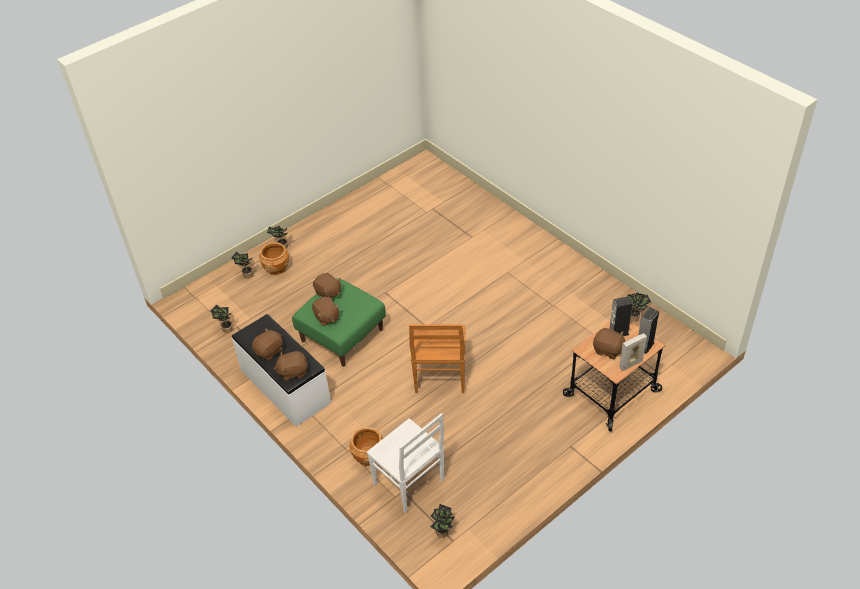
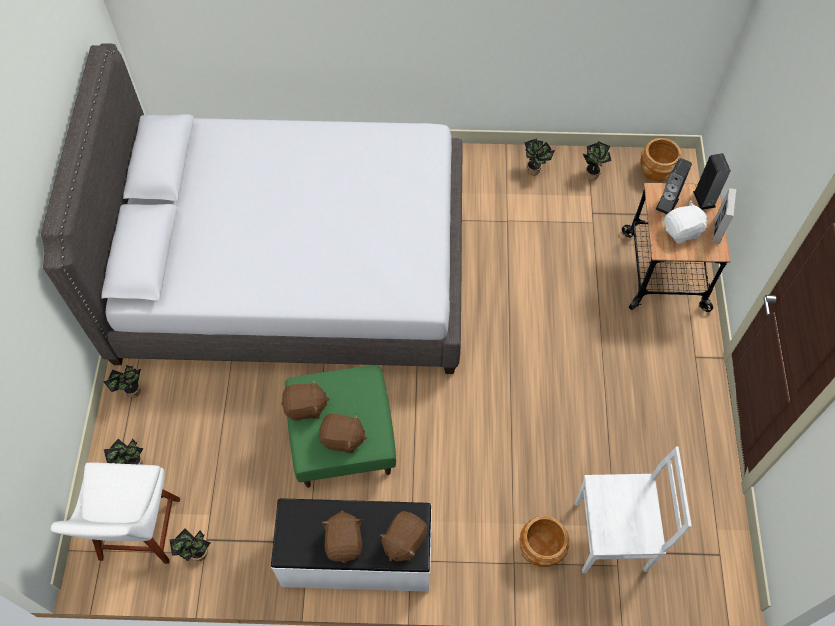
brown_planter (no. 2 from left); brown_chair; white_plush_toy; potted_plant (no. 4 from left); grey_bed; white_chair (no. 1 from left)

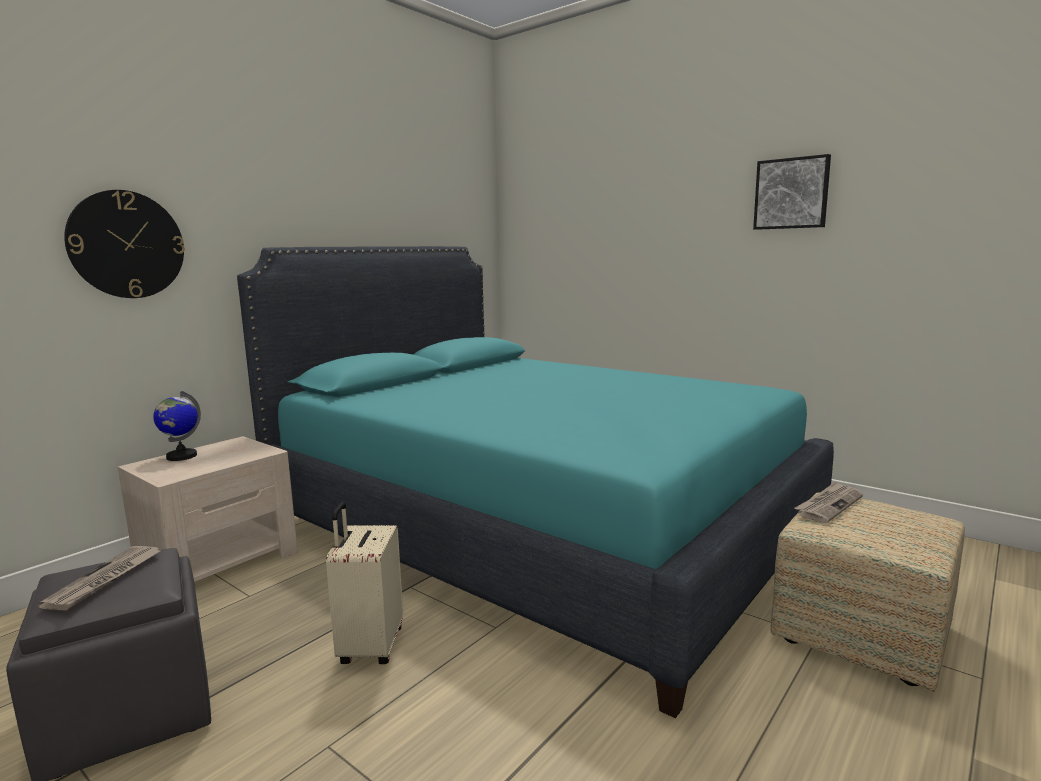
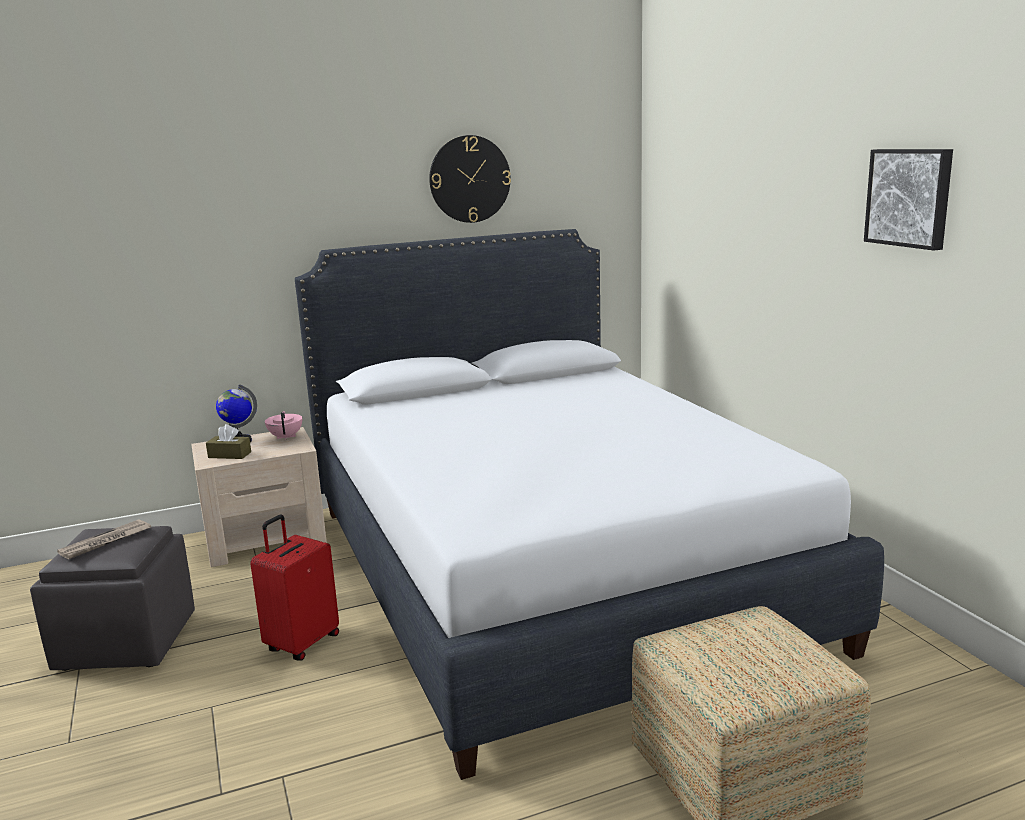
wall_clock; white_bed; newspaper (no. 2 from left in the first image); red_suitcase; pink_teapot; brown_tissue_box

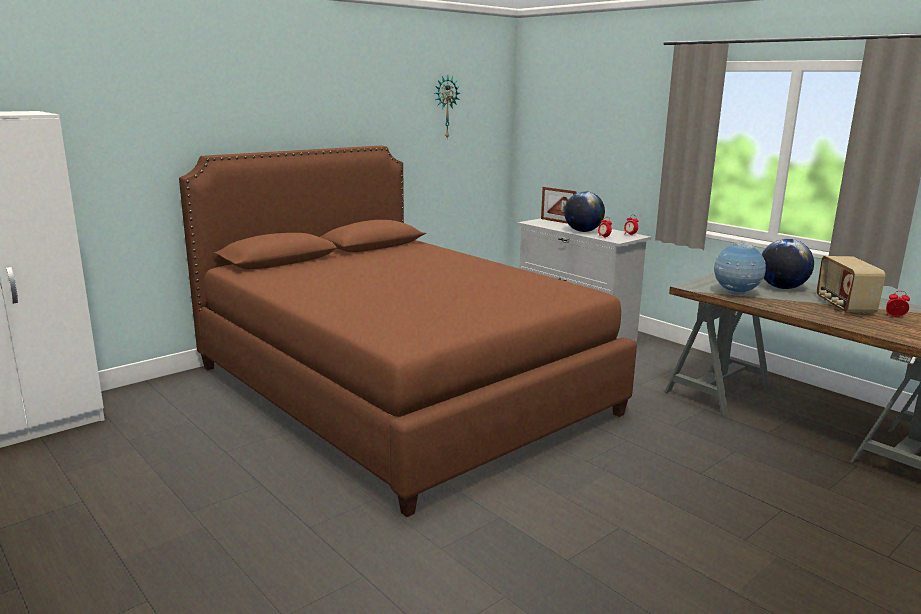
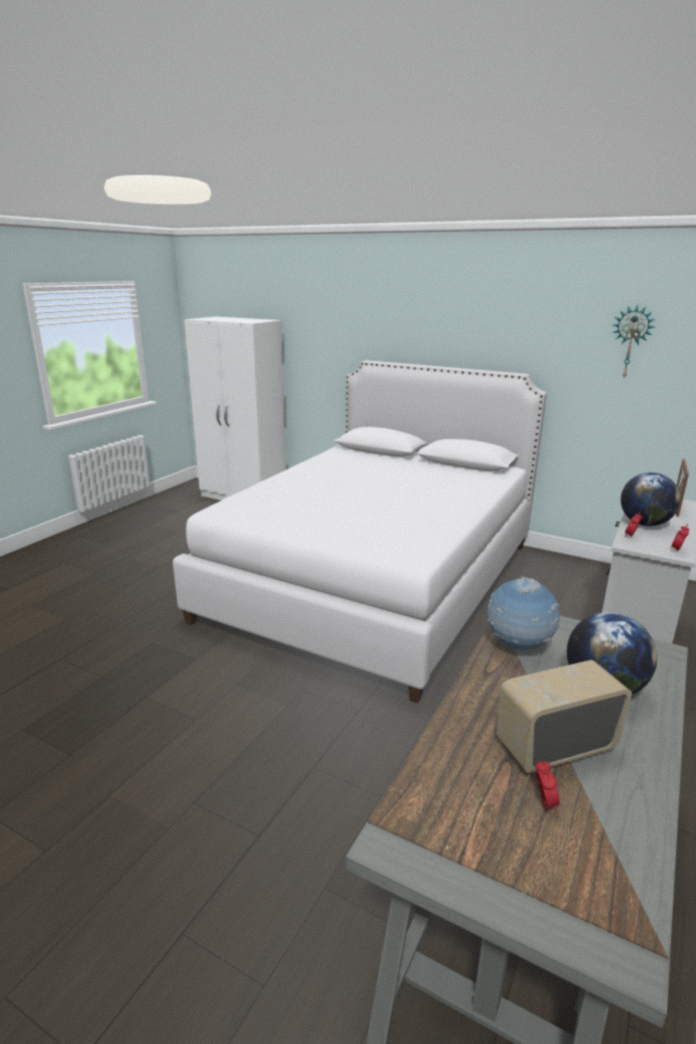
white_bed

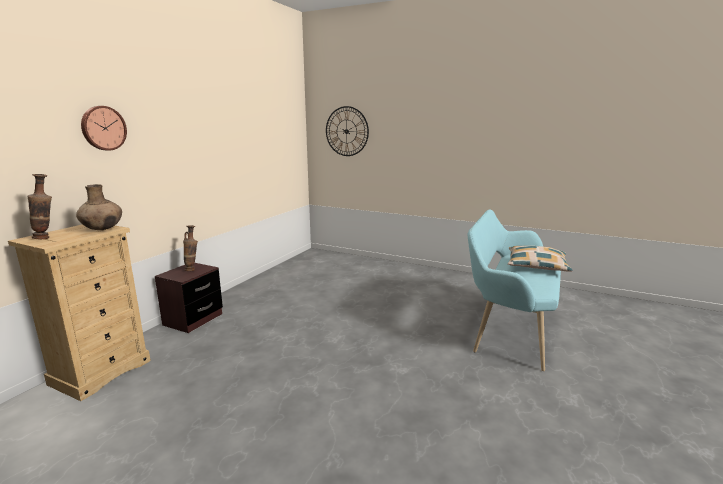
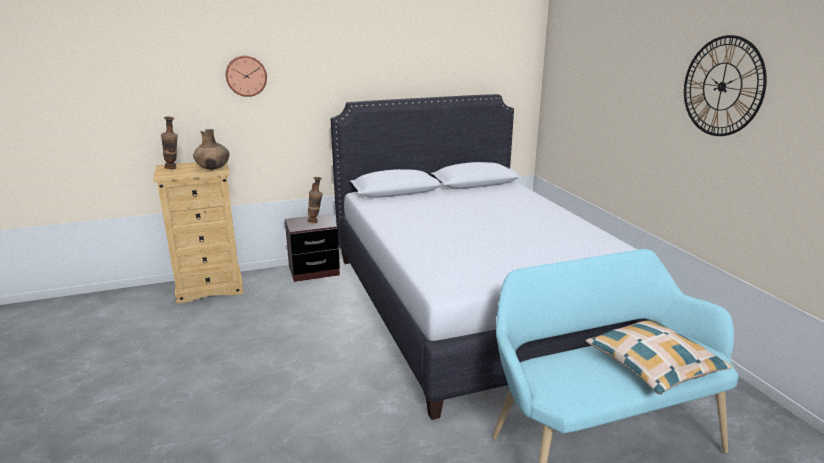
wall_clock (no. 2 from left); white_bed

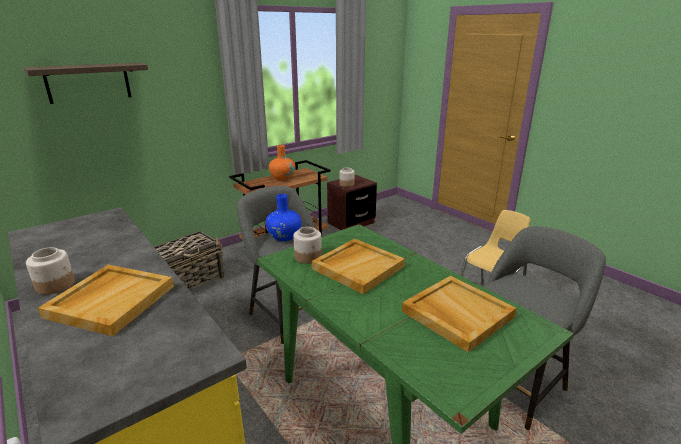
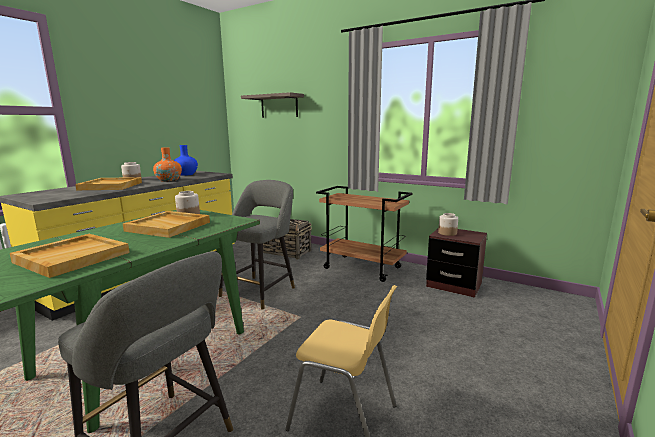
orange_vase; blue_vase

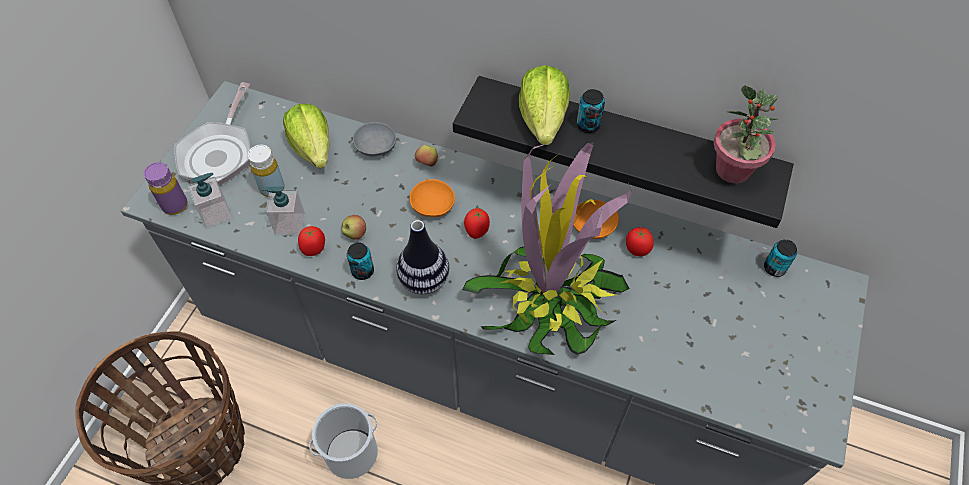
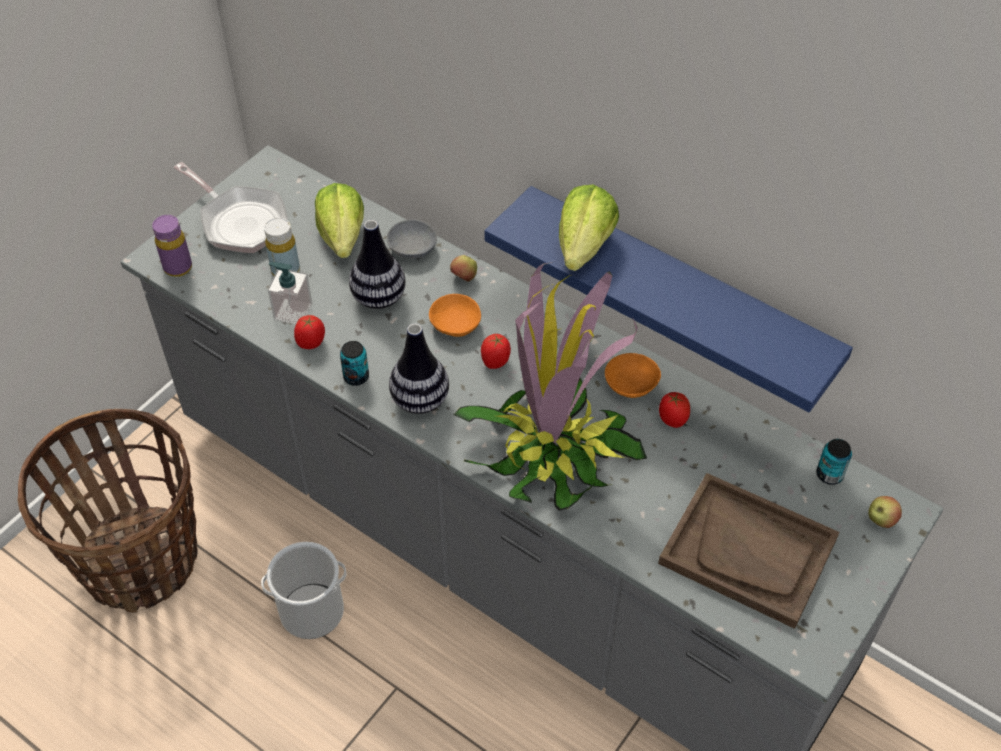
blue_shelf; frying_pan; potted_plant (no. 2 from left in the first image); can (no. 2 from left in the first image); soap_dispenser (no. 1 from left in the first image); apple (no. 2 from left); vase (no. 1 from left); brown_tray

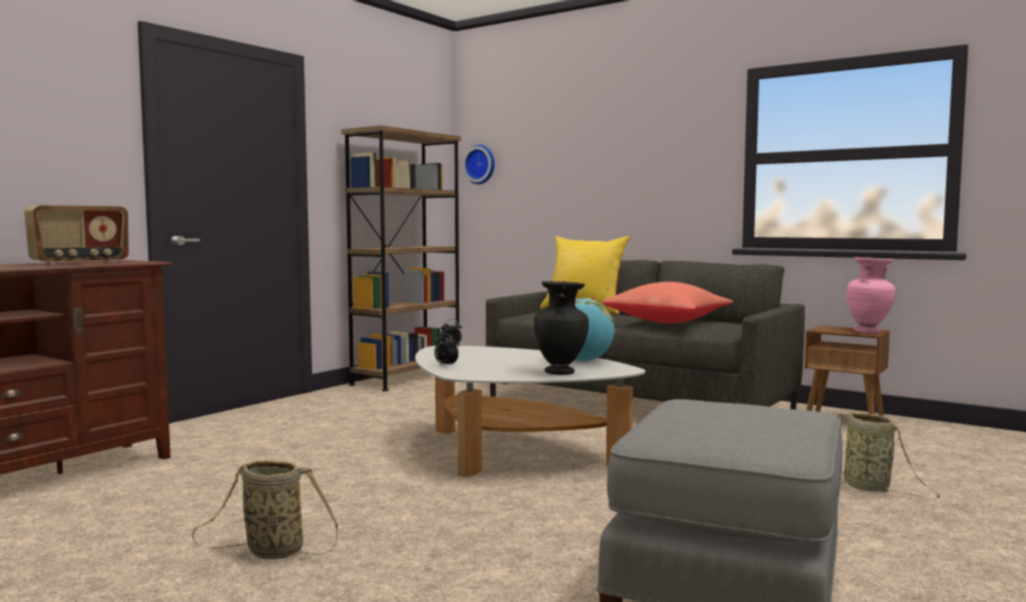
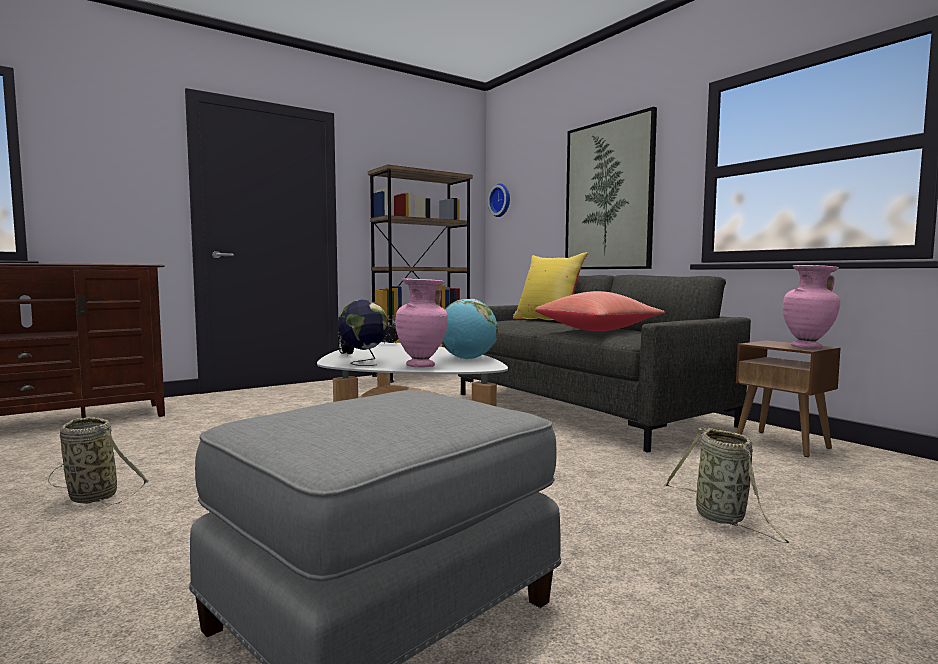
radio; pink_vase (no. 1 from left); picture; globe (no. 1 from left)

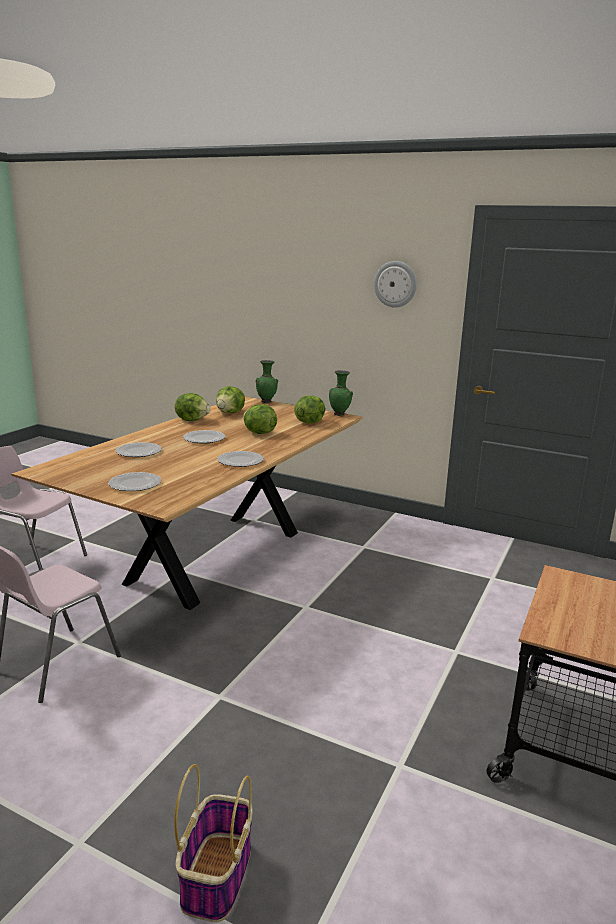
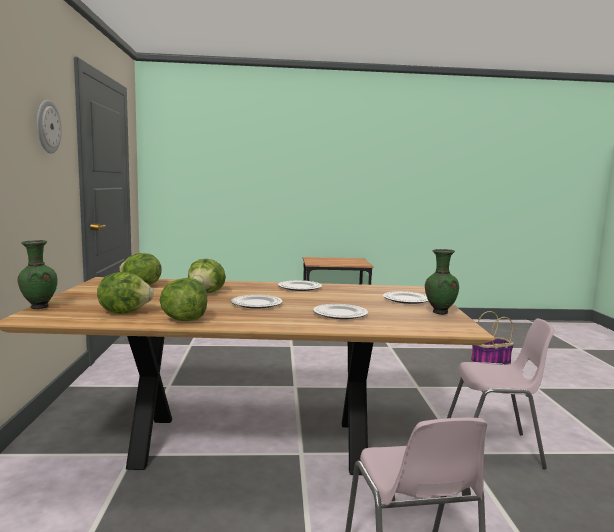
green_vase (no. 2 from left)

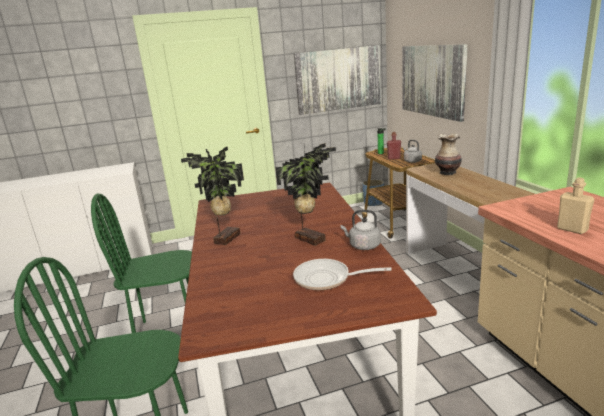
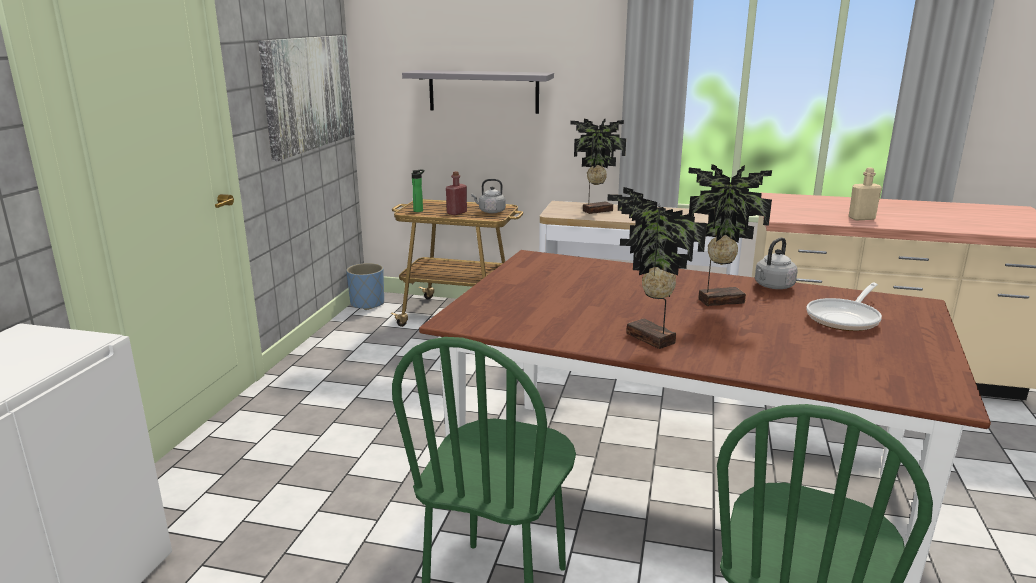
grey_shelf; potted_plant (no. 1 from left)

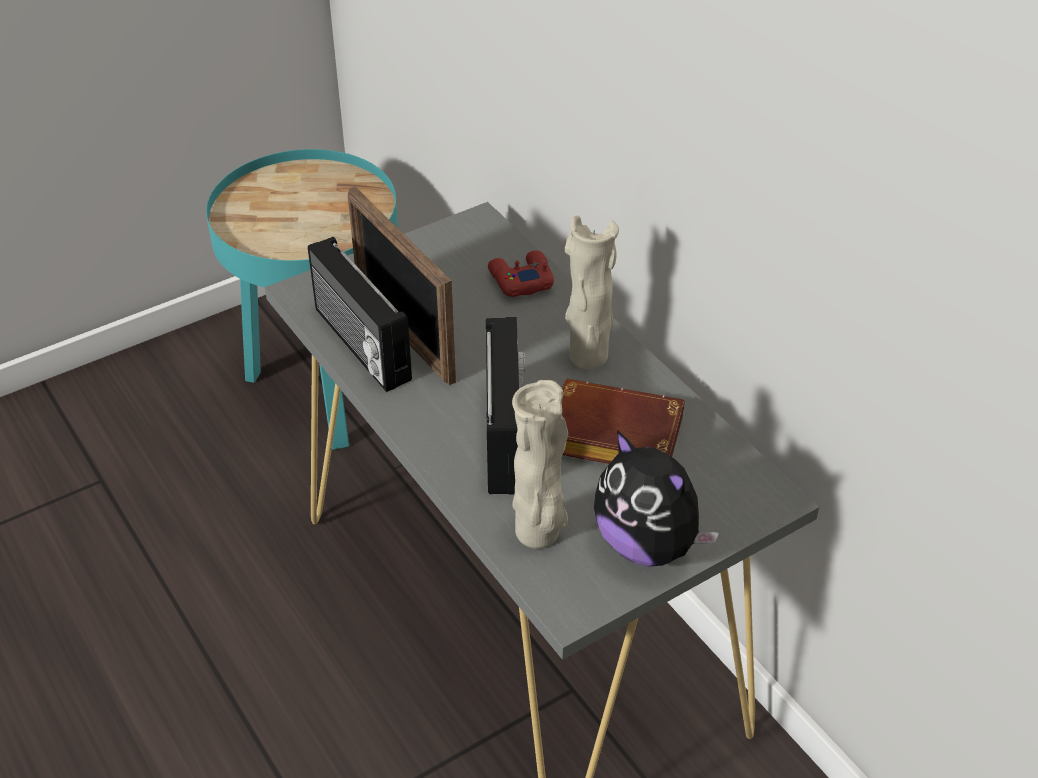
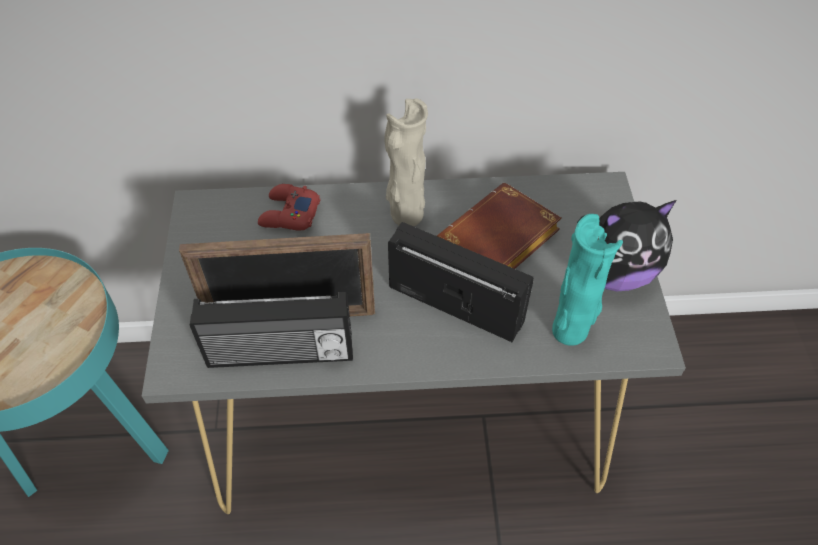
turquoise_vase

